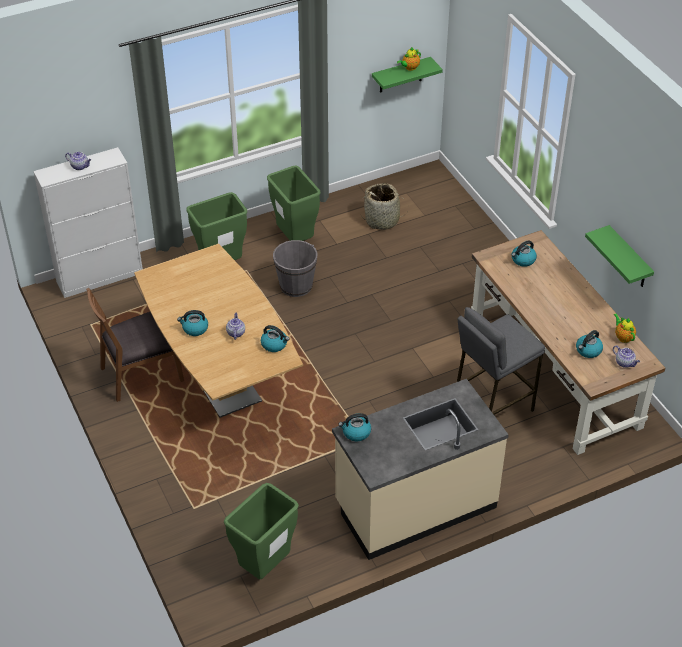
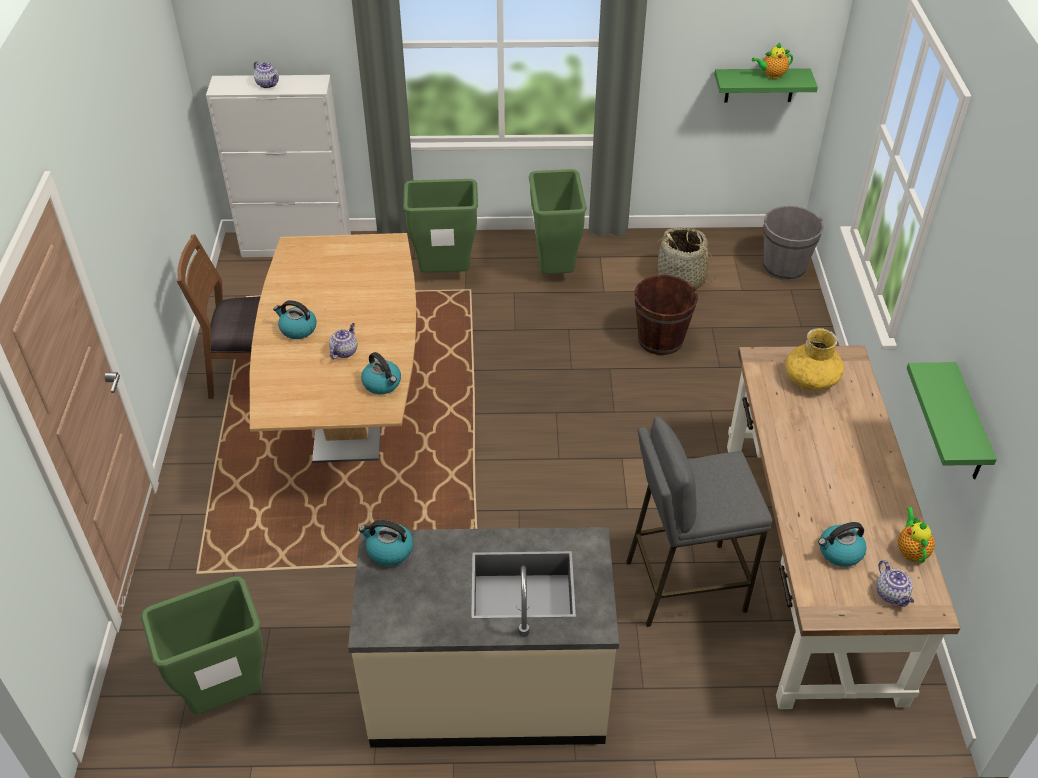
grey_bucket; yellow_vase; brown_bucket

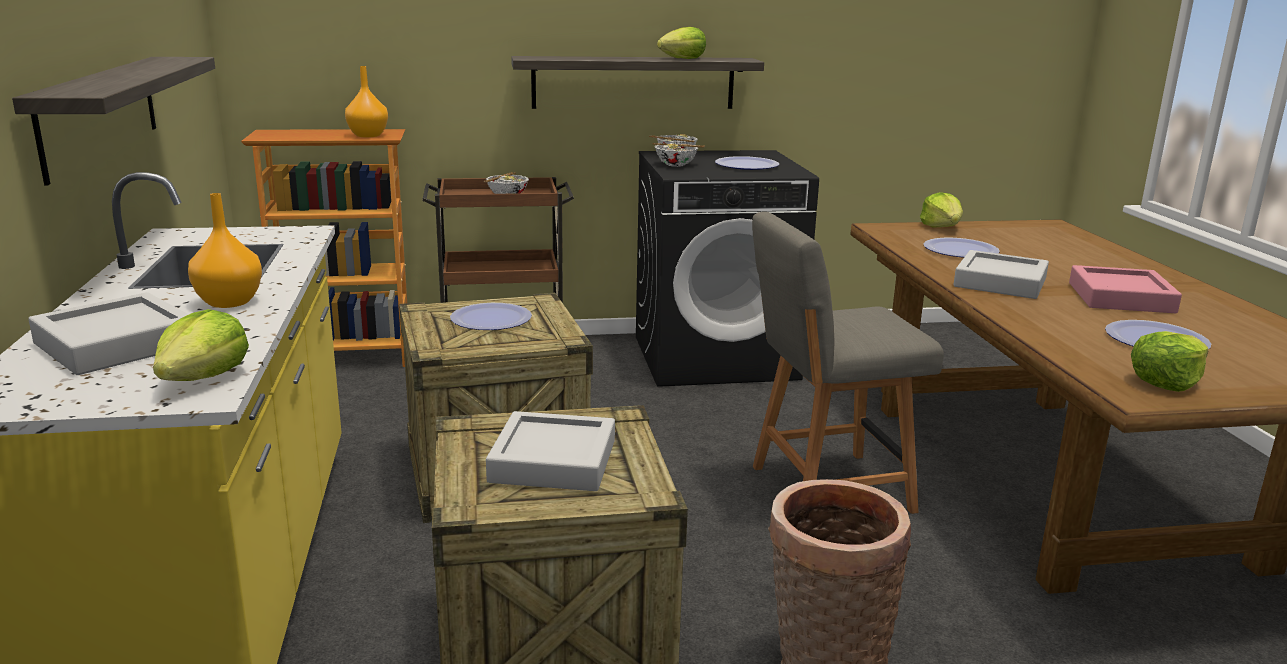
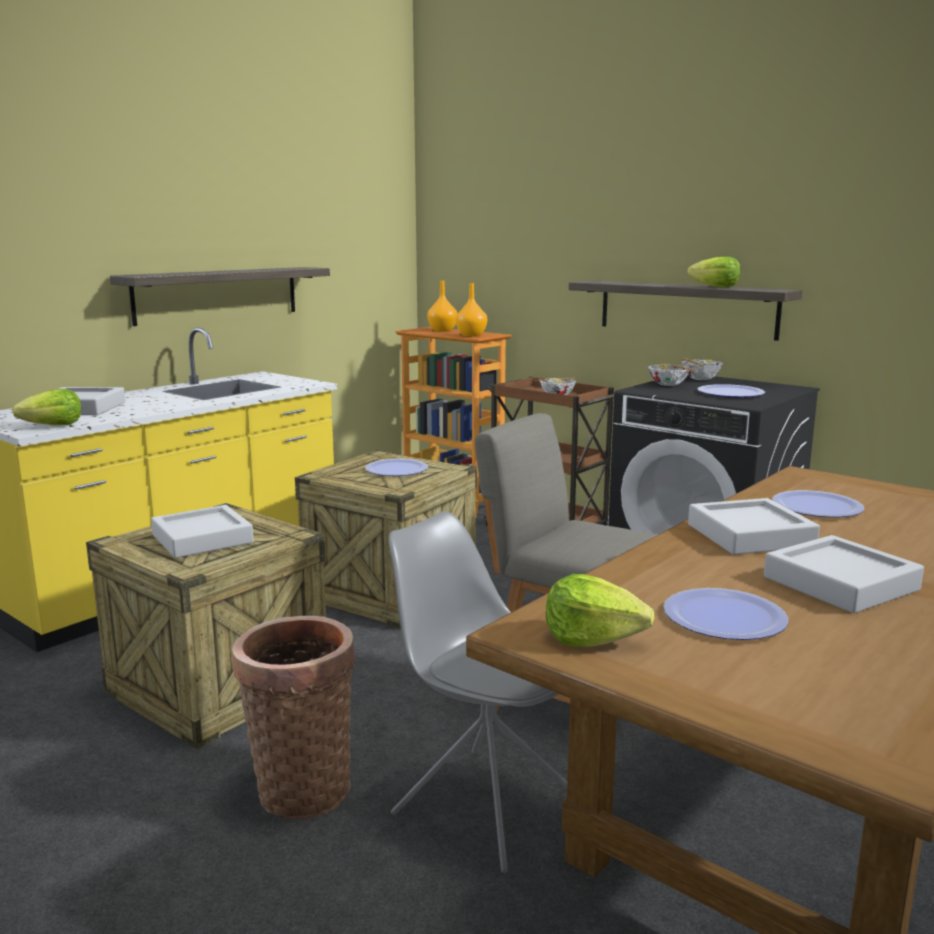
lettuce (no. 3 from left in the first image); orange_vase (no. 1 from left); grey_tray (no. 4 from left); grey_chair (no. 1 from left)

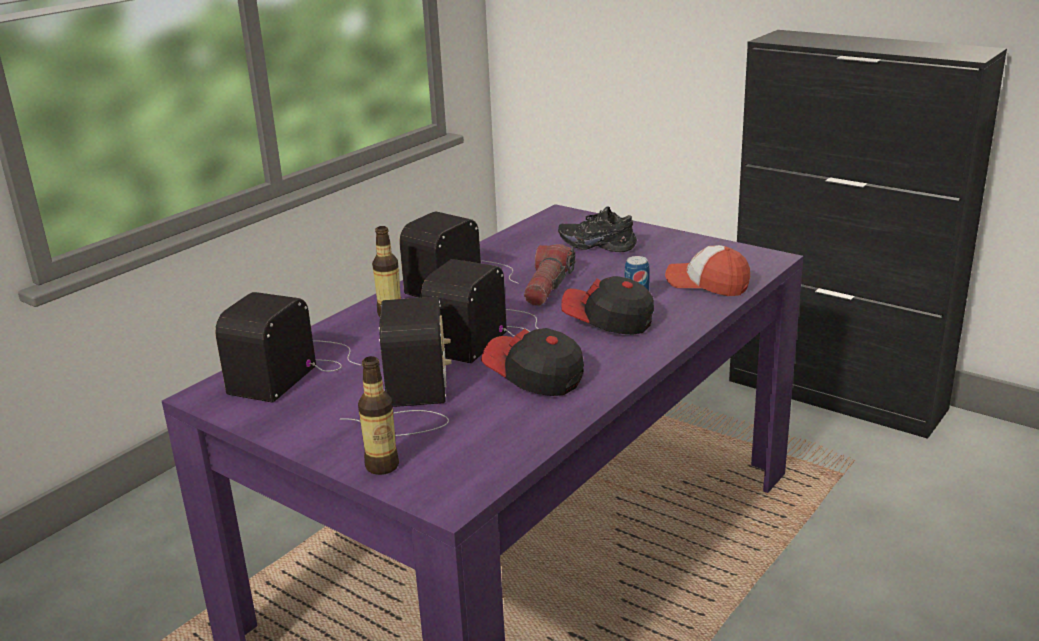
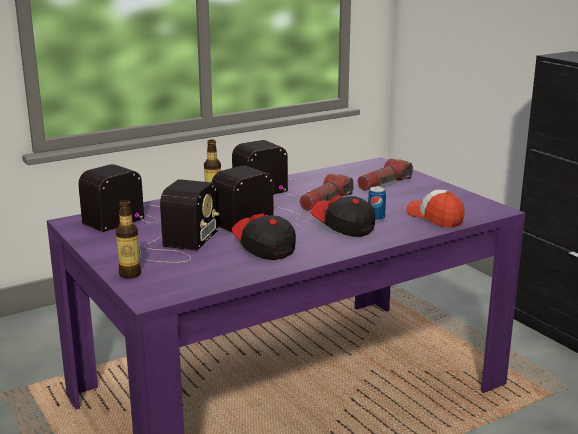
flashlight (no. 2 from left)

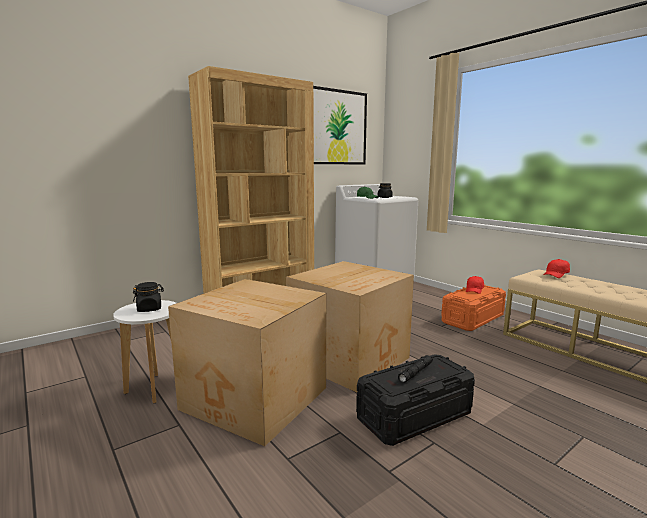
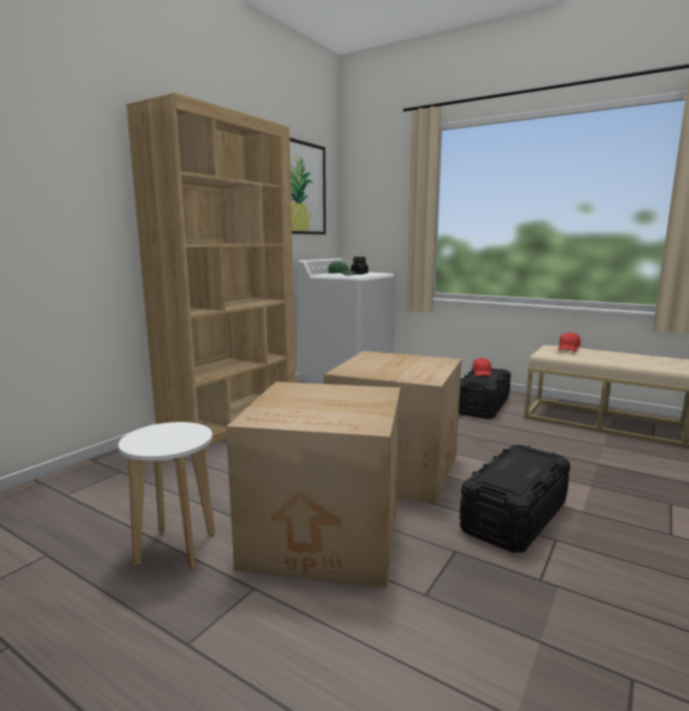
black_jar (no. 1 from left in the first image); black_storage_box (no. 1 from left); black_flashlight

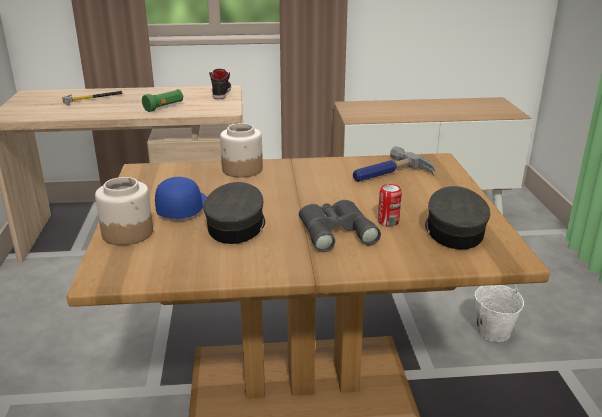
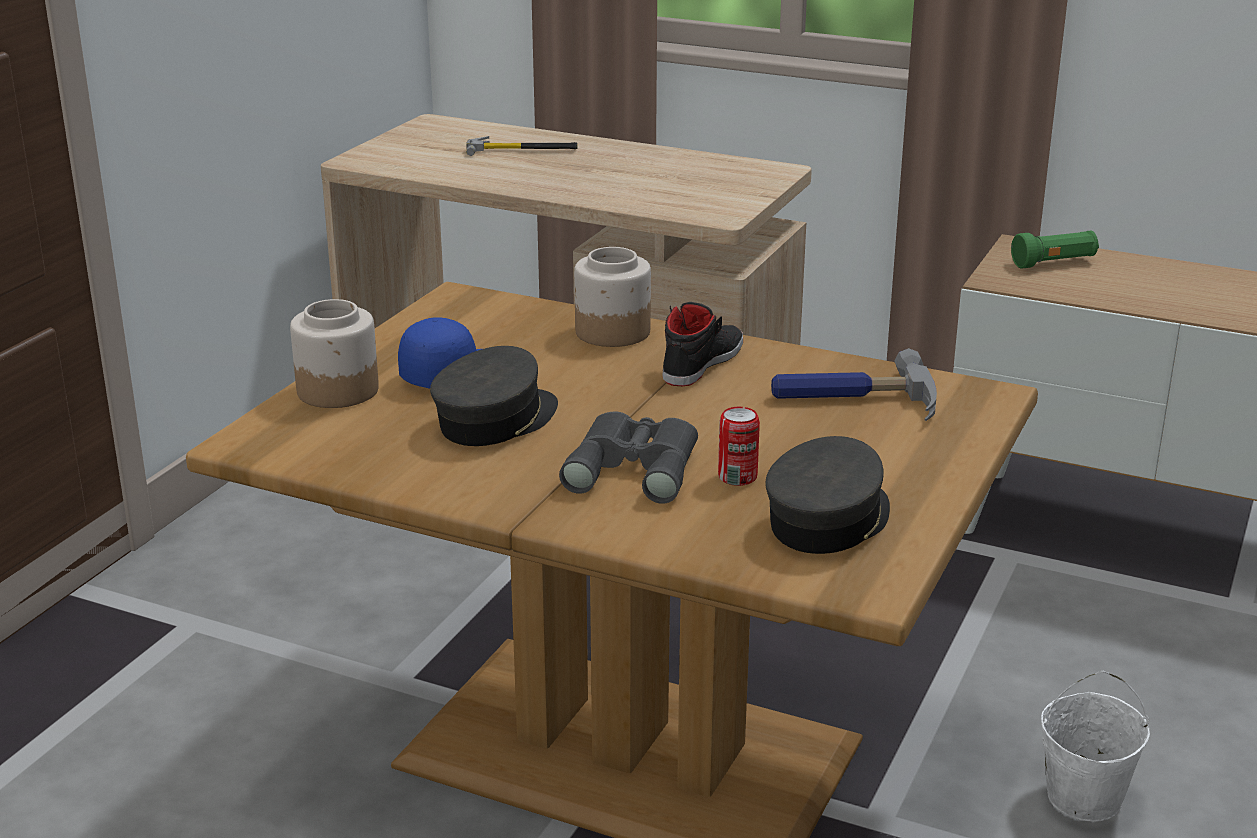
black_shoe; green_flashlight

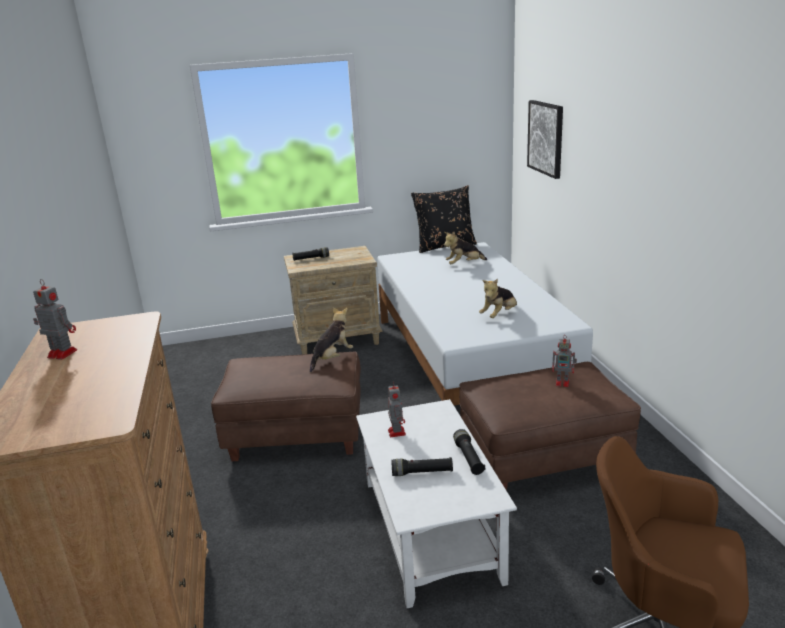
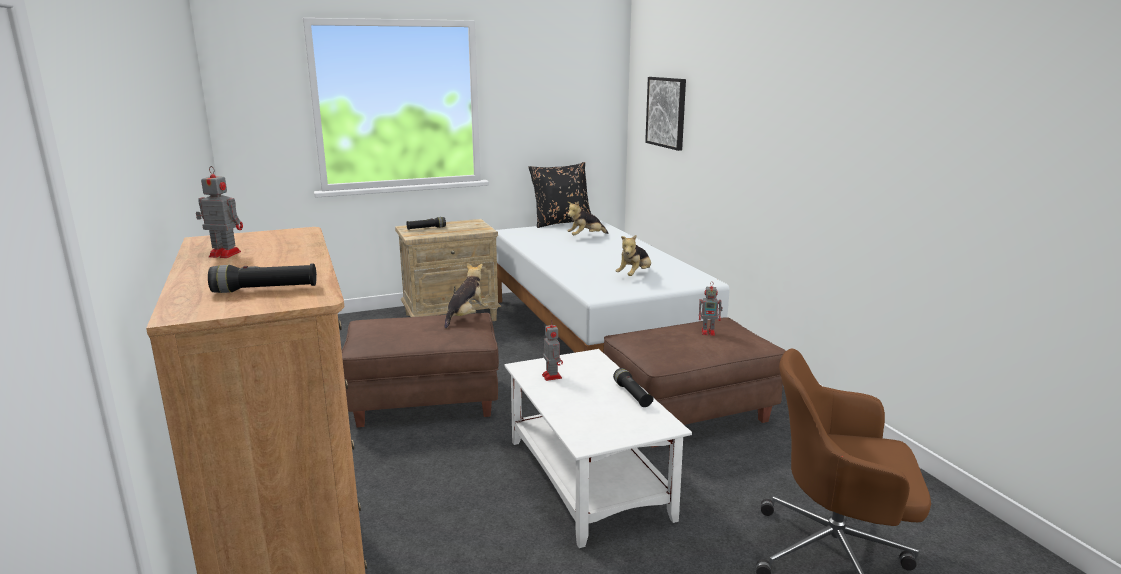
black_flashlight (no. 1 from left)

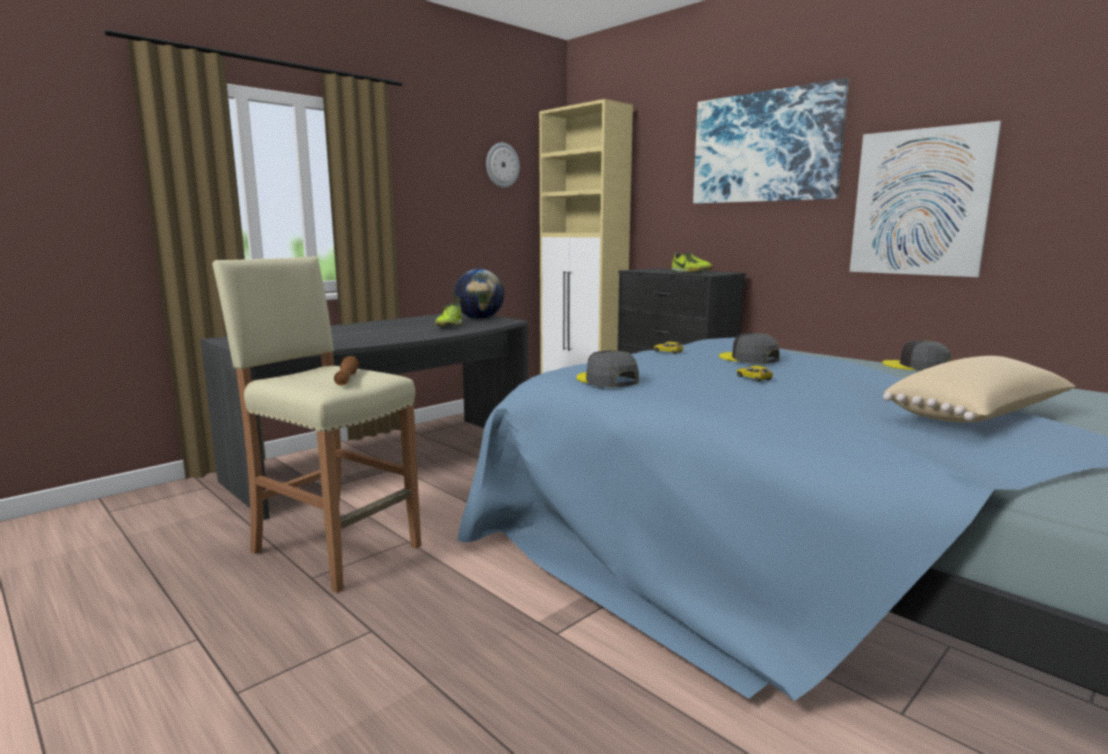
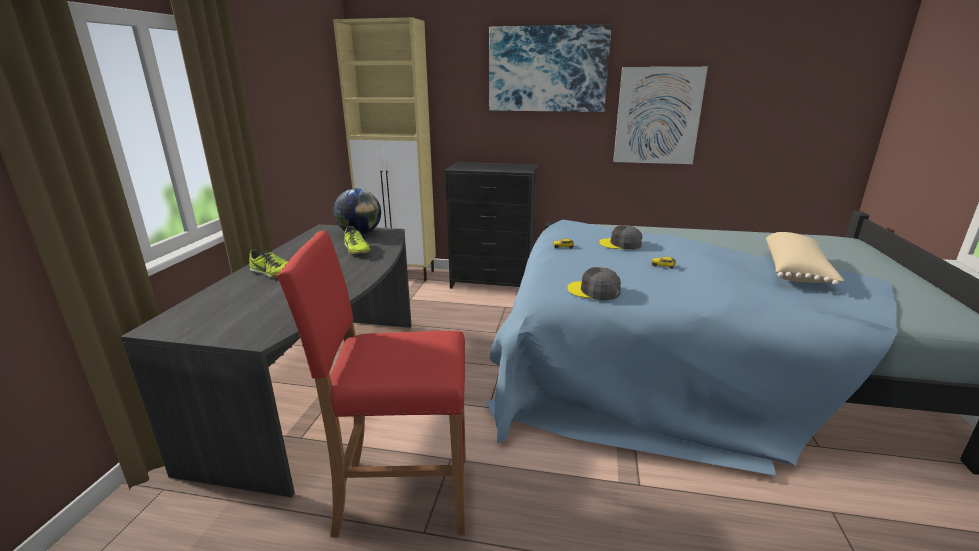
wall_clock; shoe (no. 1 from left); red_stool; grey_cap (no. 3 from left in the first image); brown_flashlight

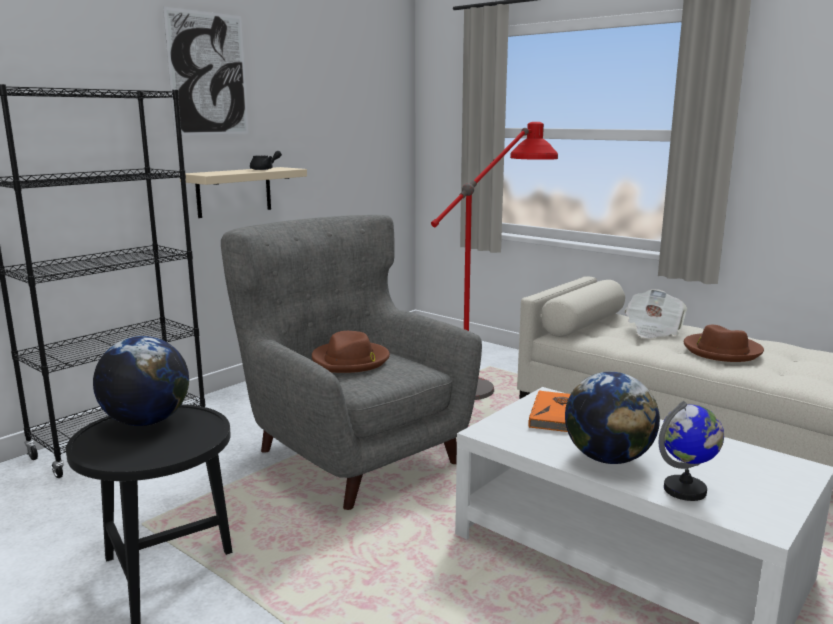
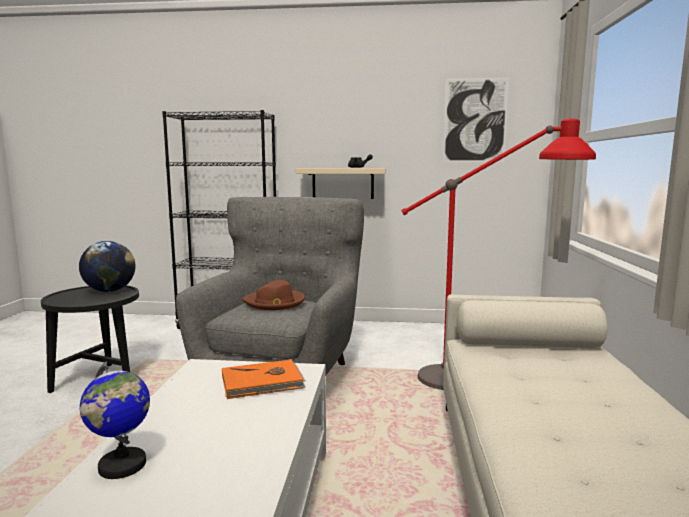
picture; newspaper; brown_hat (no. 2 from left in the first image); globe (no. 2 from left in the first image)

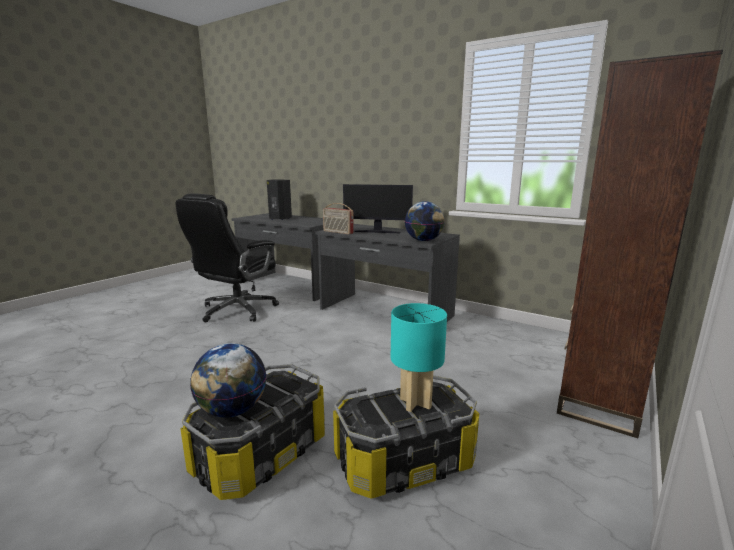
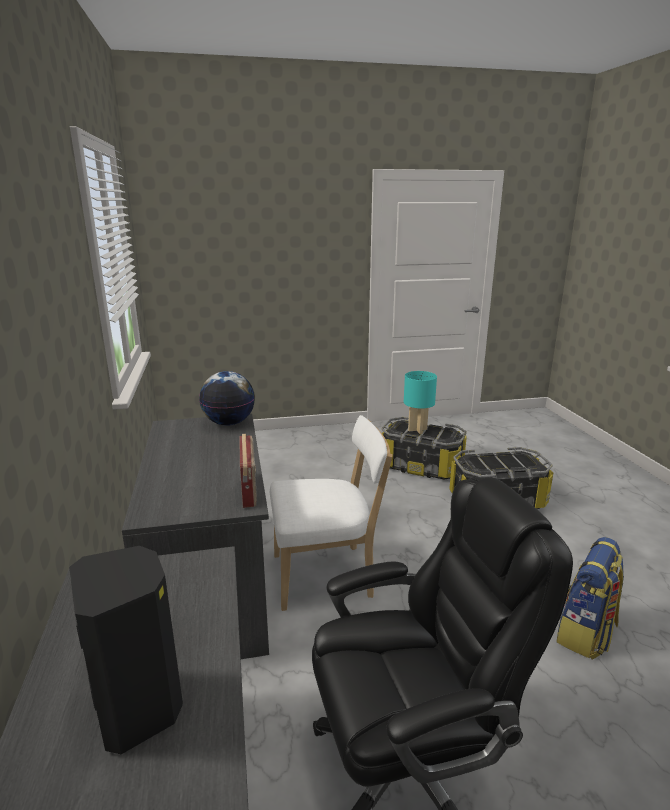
brown_bookcase; monitor; globe (no. 1 from left in the first image); white_chair; backpack

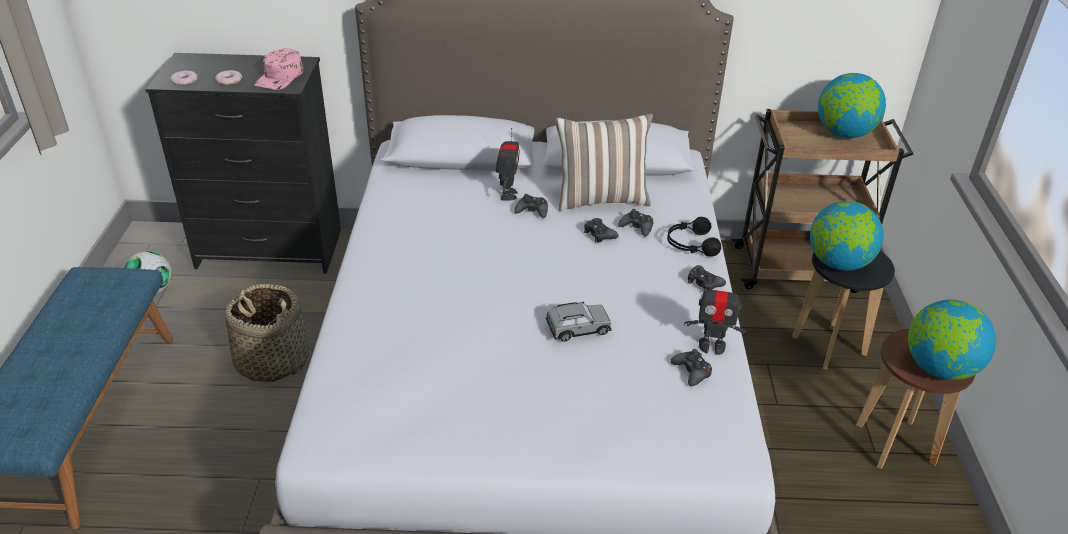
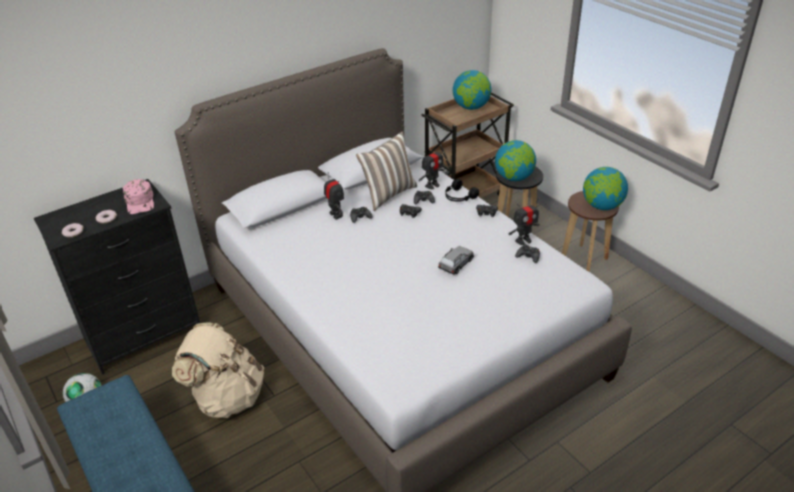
beige_backpack; toy_robot (no. 2 from left)

